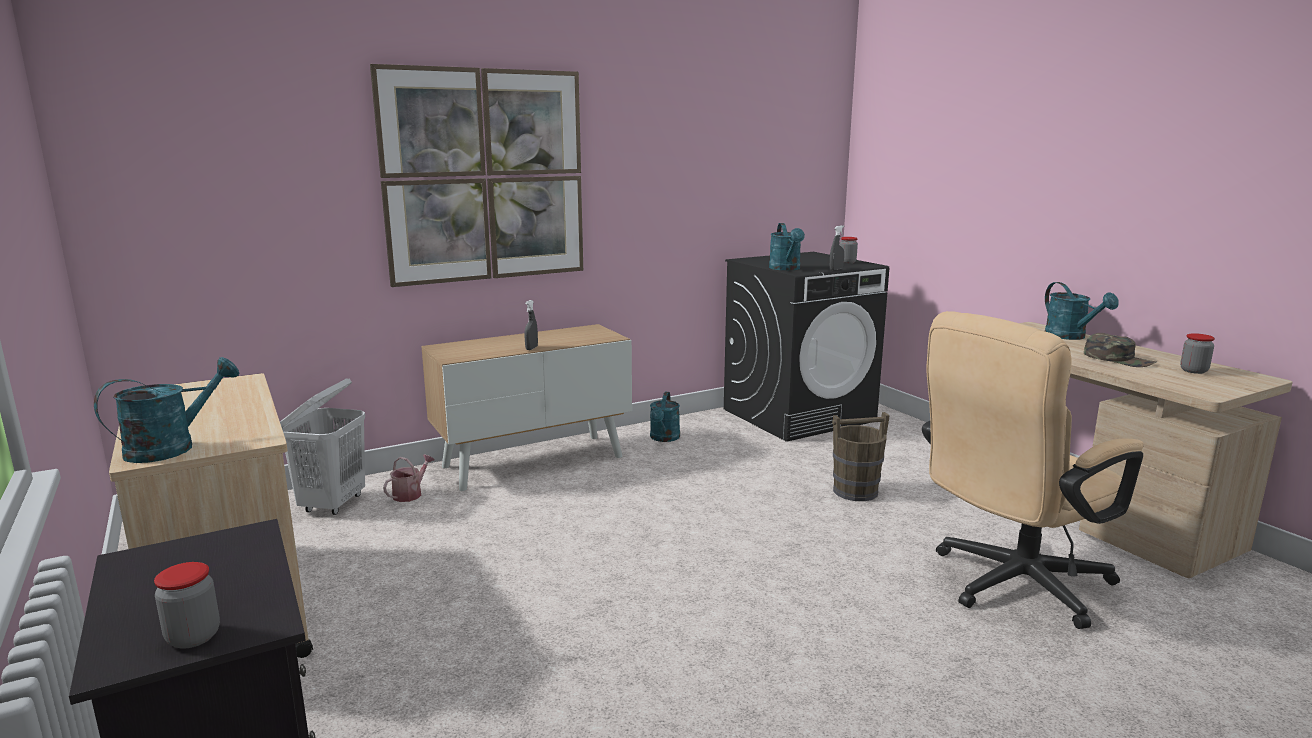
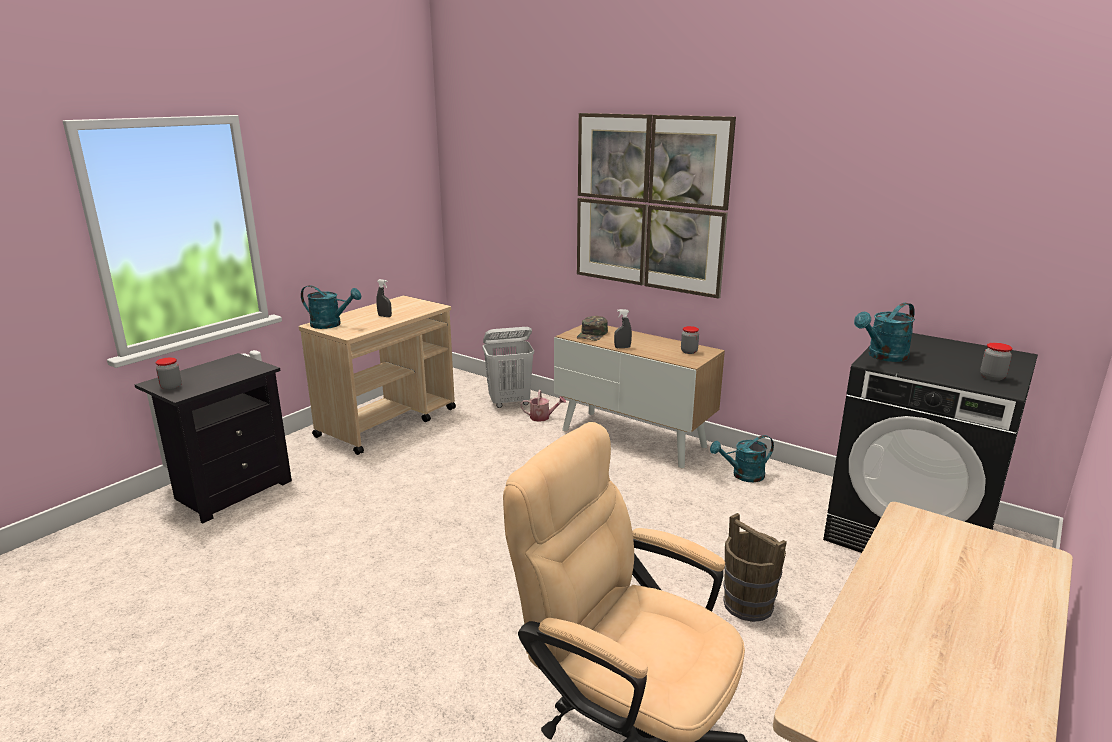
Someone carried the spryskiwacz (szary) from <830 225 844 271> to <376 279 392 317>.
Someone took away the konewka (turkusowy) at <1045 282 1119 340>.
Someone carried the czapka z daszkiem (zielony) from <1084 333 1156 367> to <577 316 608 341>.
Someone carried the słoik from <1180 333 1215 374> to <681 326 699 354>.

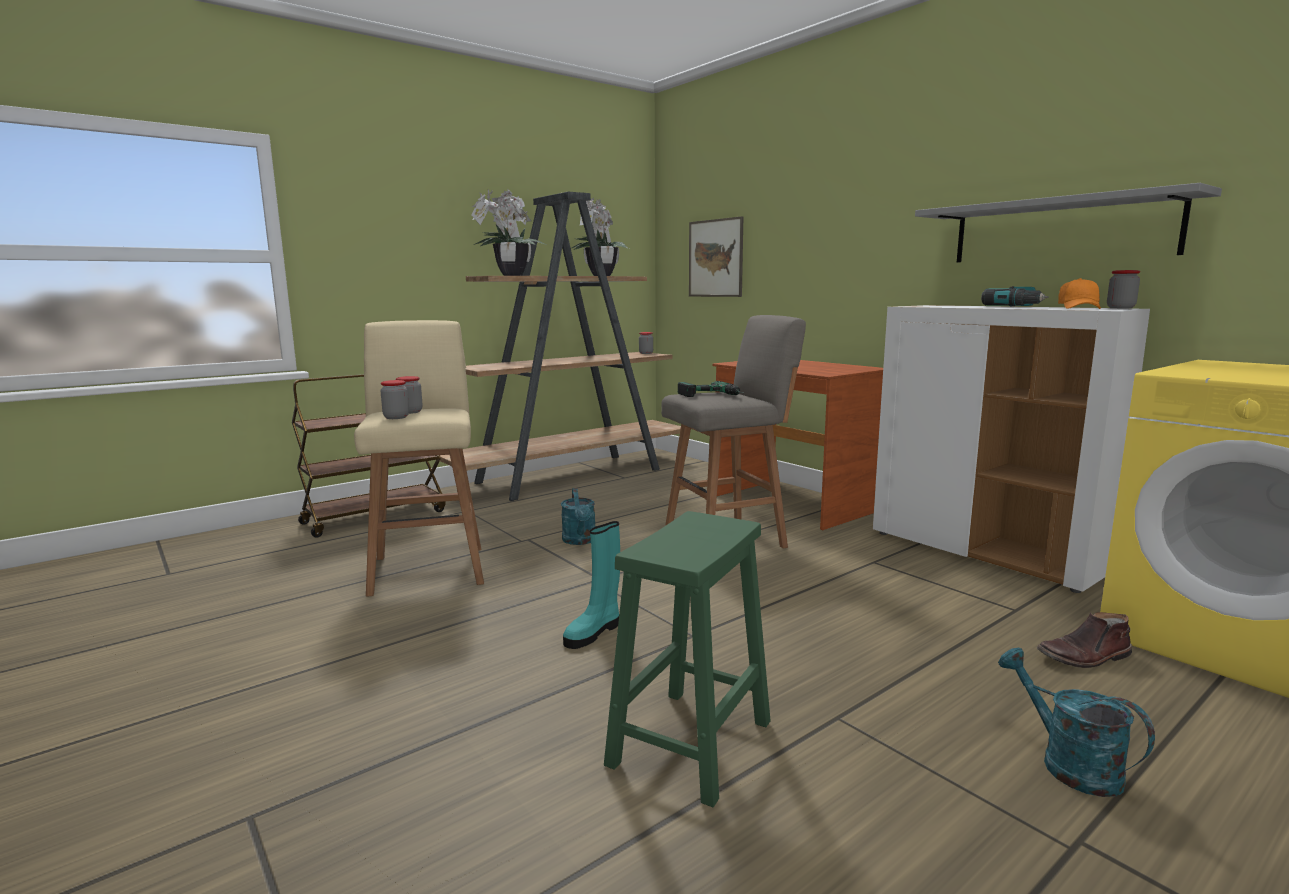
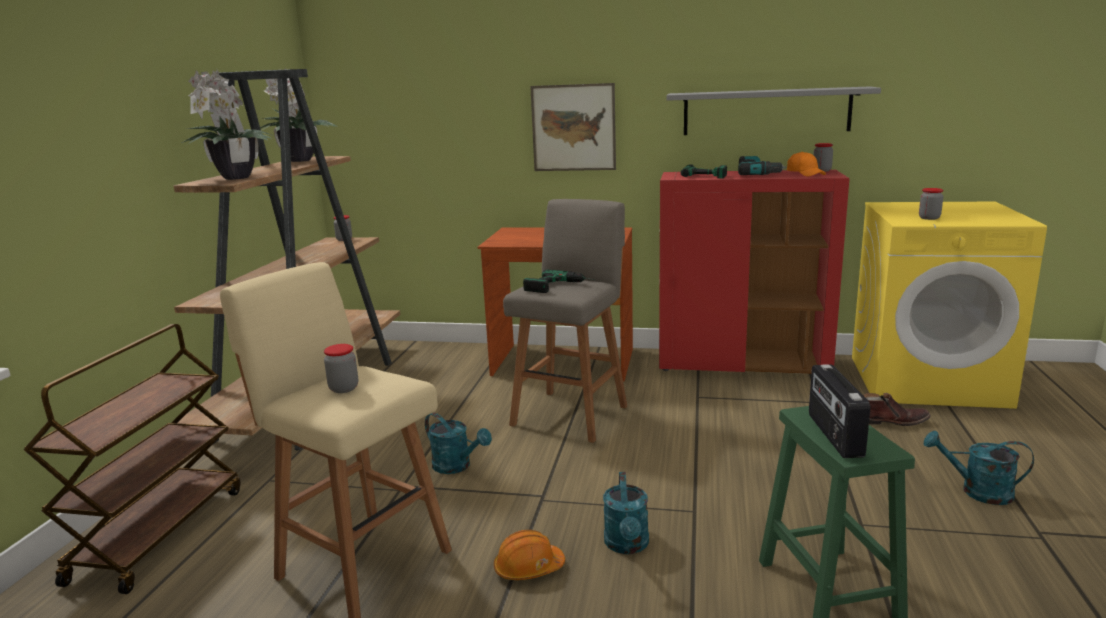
Someone carried the obraz from <689 216 743 297> to <530 83 616 171>.
Someone repainted the szafka (biały) at <873 305 1150 593>, which became the szafka (czerwony) at <659 170 850 374>.
Someone carried the słoik from <381 380 409 419> to <919 188 943 220>.
Someone swapped the but z cholewką (turkusowy) at <563 521 620 649> for the konewka (turkusowy) at <603 472 649 554>.
Someone rotated the but z cholewką (brązowy) at <1037 612 1132 668> by 120 degrees counterclockwise.
Someone put down the wiertarka at <681 164 727 179>.
Someone put down the radio at <809 364 870 458>.
Someone put down the kask (pomarańczowy) at <494 530 565 580>.

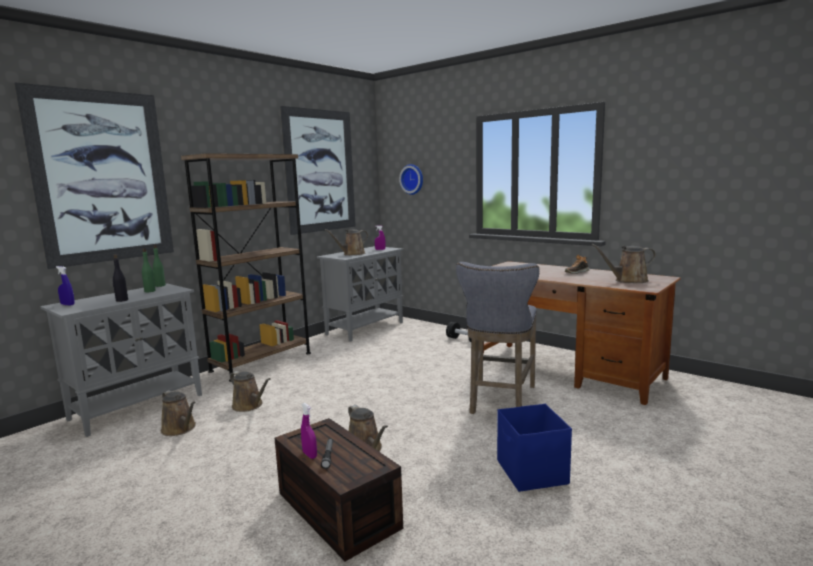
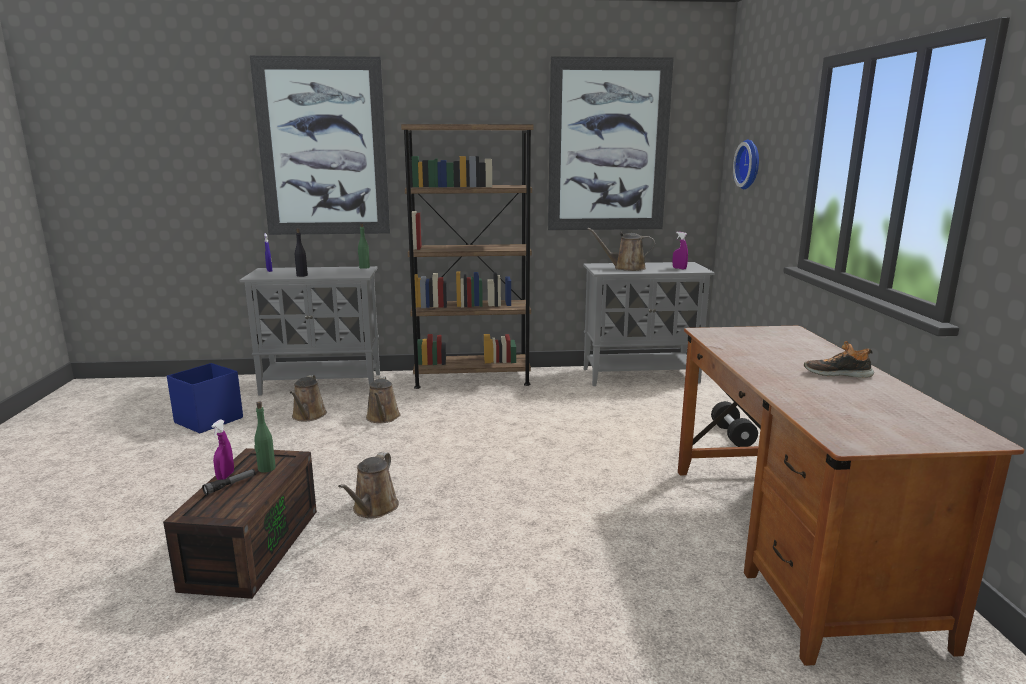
Someone took away the konewka (brązowy) at <591 244 656 283>.
Someone carried the butelka (zielony) from <142 248 156 292> to <254 402 276 473>.
Someone took away the stołek (szary) at <456 262 539 414>.
Someone carried the pojemnik do przechowywania (niebieski) from <497 404 572 492> to <167 363 243 433>.

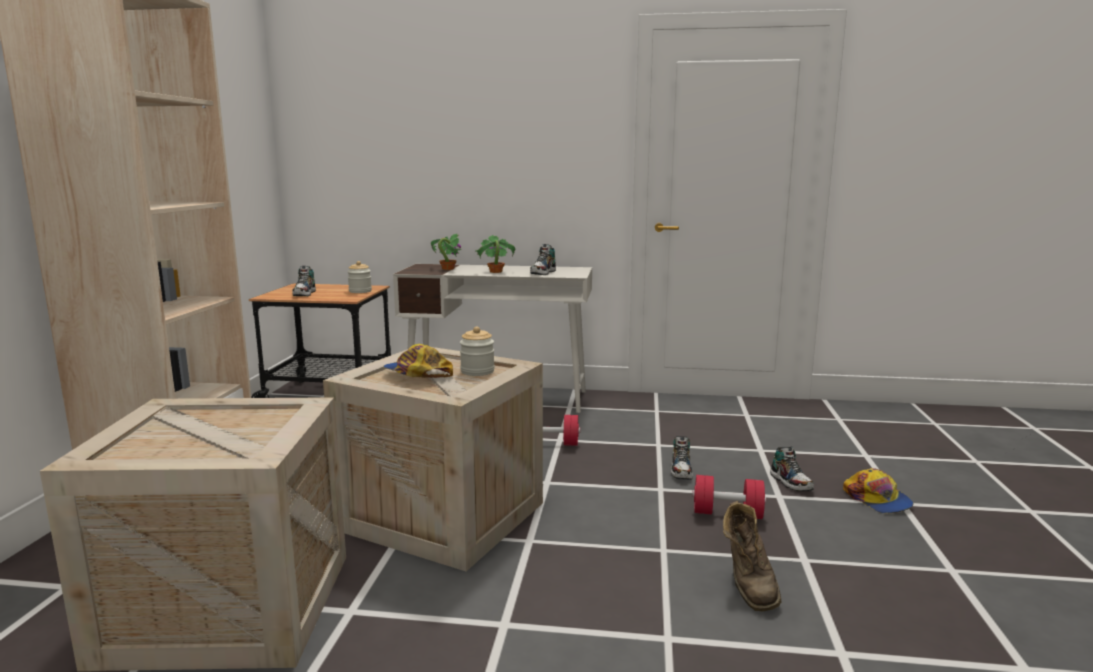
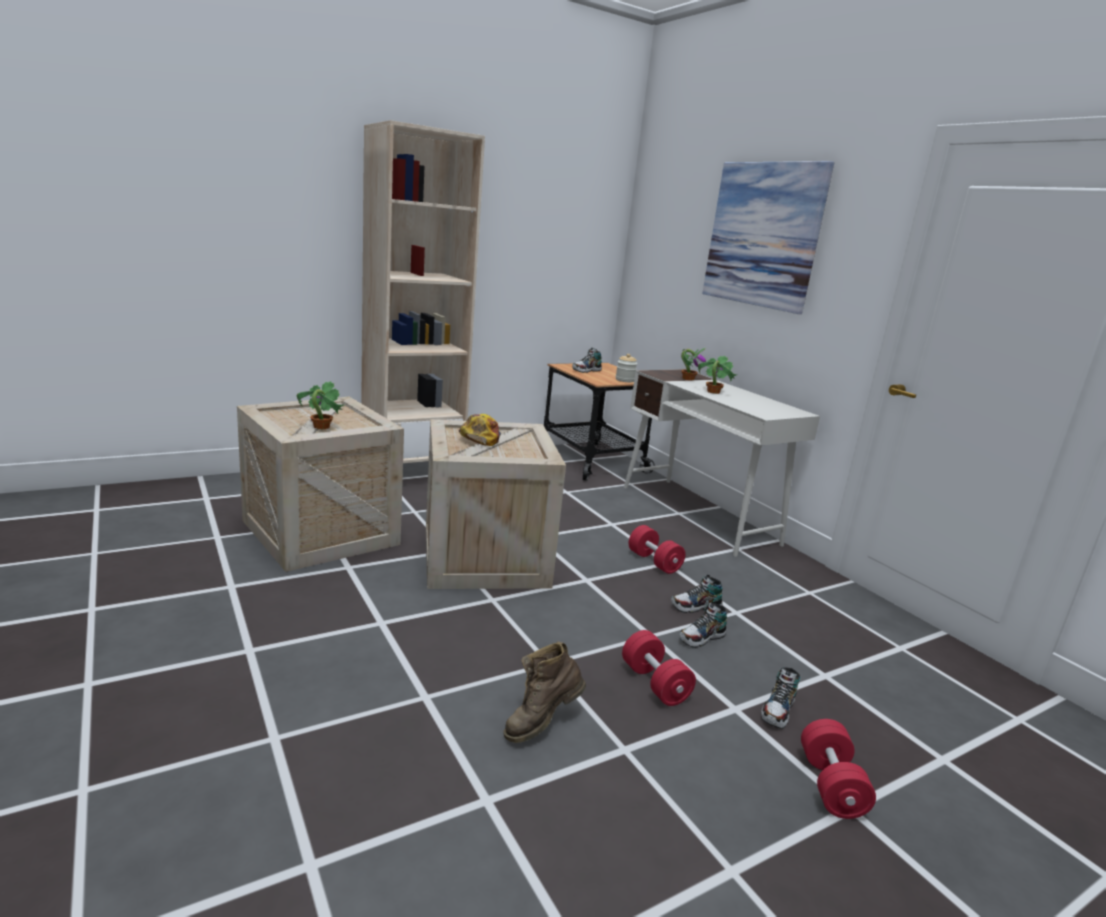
Someone carried the but from <530 244 556 275> to <671 575 723 613>.
Someone took away the słoik at <460 327 495 376>.
Someone swapped the czapka z daszkiem at <843 468 914 513> for the hantel (czerwony) at <801 719 876 819>.
Someone put up the obraz at <702 161 834 314>.
Someone put down the roślina doniczkowa at <297 381 344 429>.

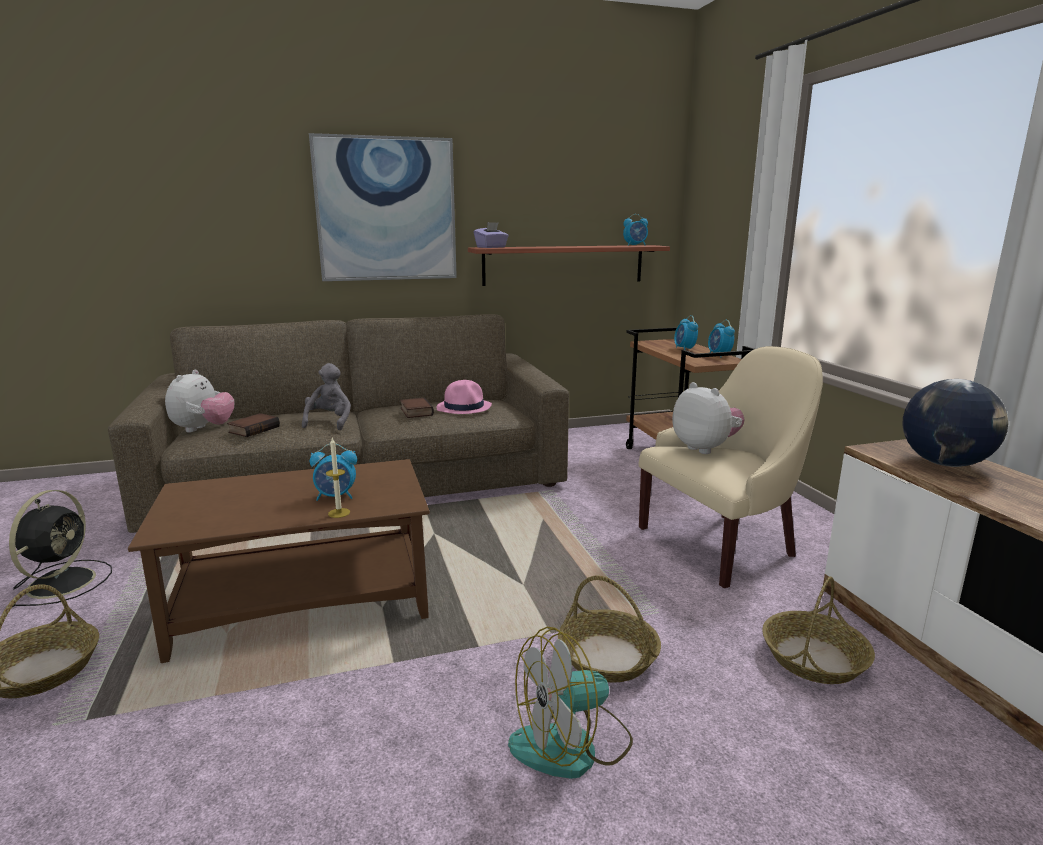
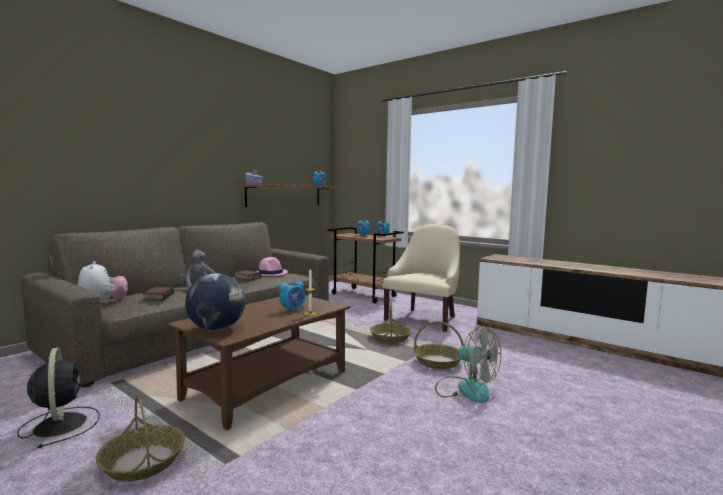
Someone took away the obraz at <309 133 457 281>.
Someone carried the globus from <902 379 1008 467> to <185 273 246 331>.
Someone took away the pluszak at <672 382 745 454>.
Someone carried the koszyk from <762 577 875 684> to <370 302 412 343>.
Someone rotated the wentylator at <508 627 633 779> by 75 degrees counterclockwise.

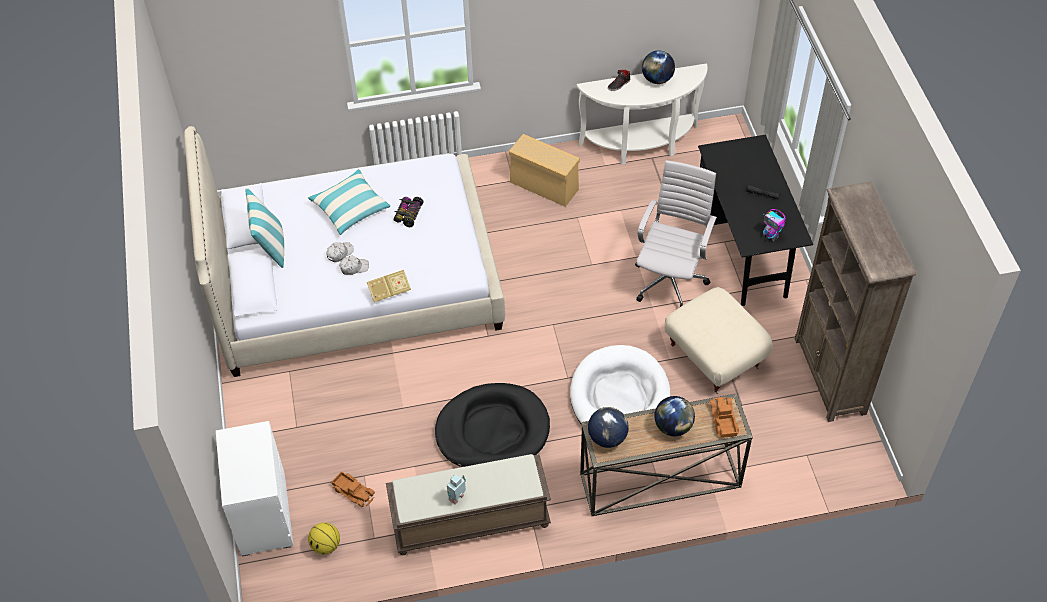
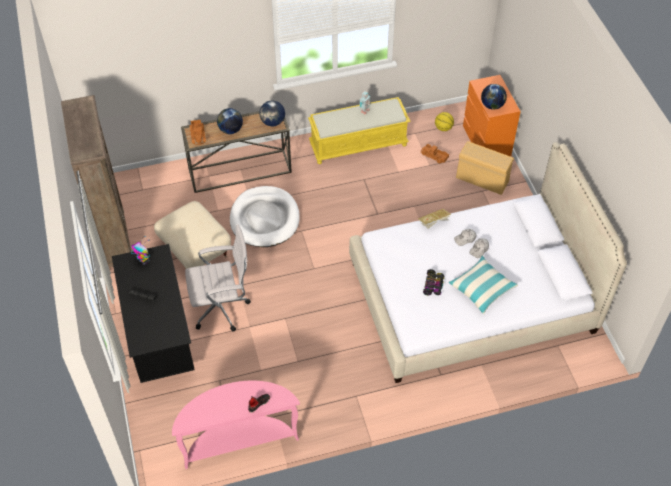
Someone carried the globus from <642 51 675 84> to <481 84 507 110>.
Someone repainted the stolik konsolowy (biały) at <577 63 708 164>, which became the stolik konsolowy (różowy) at <172 381 300 469>.
Someone carried the pojemnik do przechowywania (beżowy) from <509 134 580 207> to <456 141 514 195>.
Someone rotated the krzesło biurowe (biały) at <635 160 717 308> by 120 degrees counterclockwise.
Someone took away the poduszka at <246 188 284 268>.
Someone took away the legowisko (czarny) at <435 383 550 467>.
Someone repainted the komoda (biały) at <216 421 293 557>, which became the komoda (pomarańczowy) at <463 75 521 157>.
Someone repainted the ławka (brązowy) at <386 454 551 555>, which became the ławka (żółty) at <308 97 411 164>.

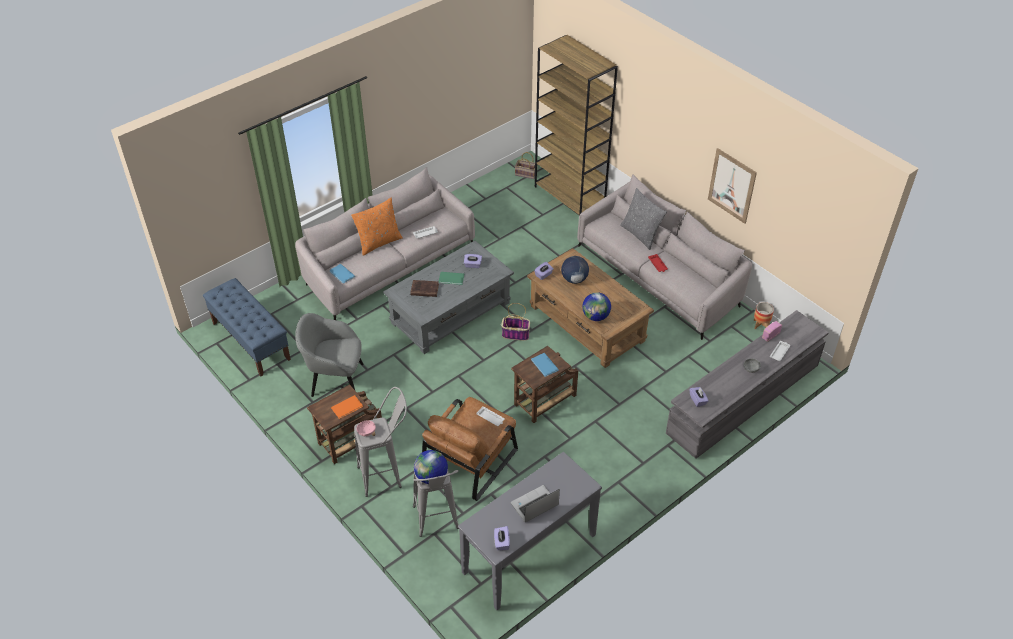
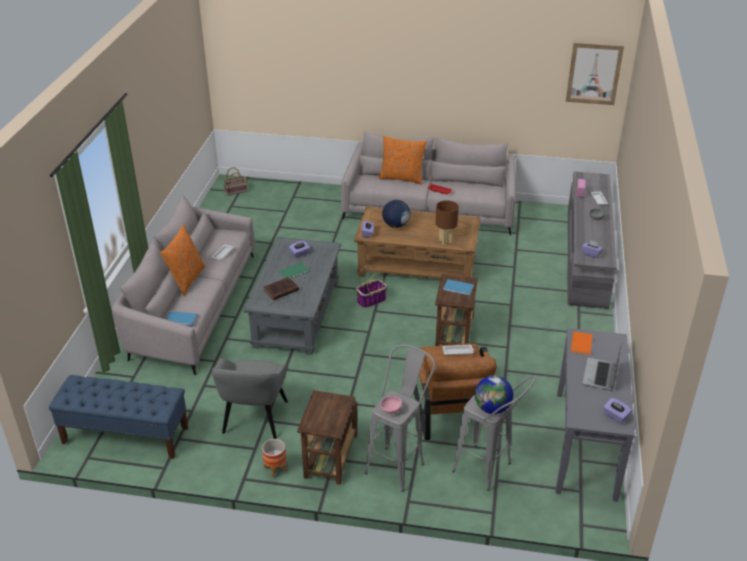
Someone took away the regał (brązowy) at <535 35 618 215>.
Someone carried the obraz from <708 148 757 224> to <566 43 624 105>.
Someone repainted the poduszka (szary) at <620 188 667 250>, which became the poduszka (pomarańczowy) at <379 136 427 185>.
Someone swapped the globus at <582 292 611 321> for the lampa stołowa (brązowy) at <435 200 459 245>.
Someone carried the donica from <754 302 774 330> to <262 439 287 478>.
Someone rotated the fotel (szary) at <295 313 364 397> by 45 degrees counterclockwise.
Someone carried the książka (pomarańczowy) from <331 395 363 419> to <571 331 592 355>.

